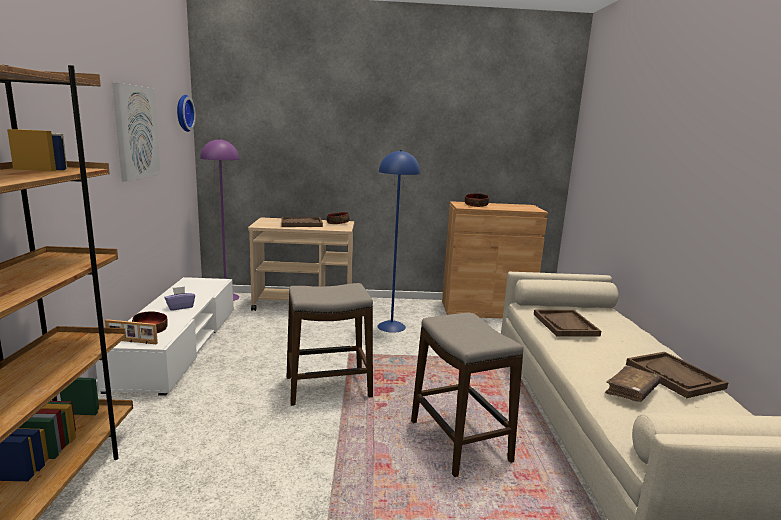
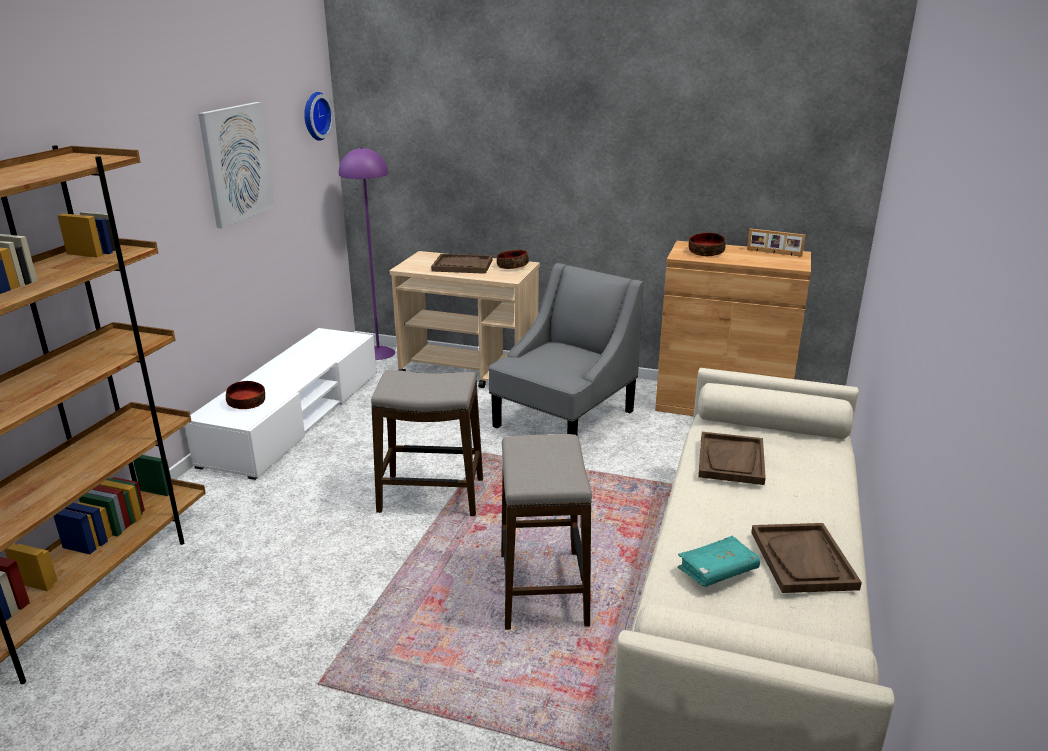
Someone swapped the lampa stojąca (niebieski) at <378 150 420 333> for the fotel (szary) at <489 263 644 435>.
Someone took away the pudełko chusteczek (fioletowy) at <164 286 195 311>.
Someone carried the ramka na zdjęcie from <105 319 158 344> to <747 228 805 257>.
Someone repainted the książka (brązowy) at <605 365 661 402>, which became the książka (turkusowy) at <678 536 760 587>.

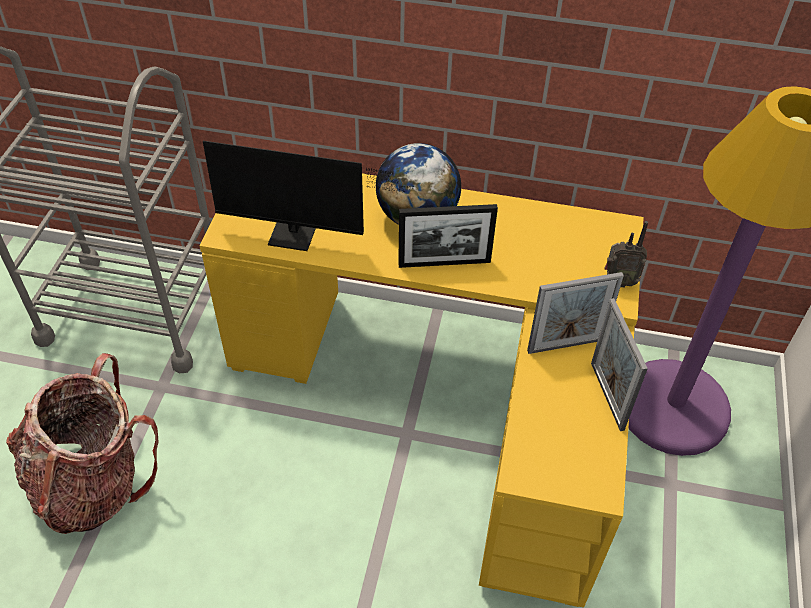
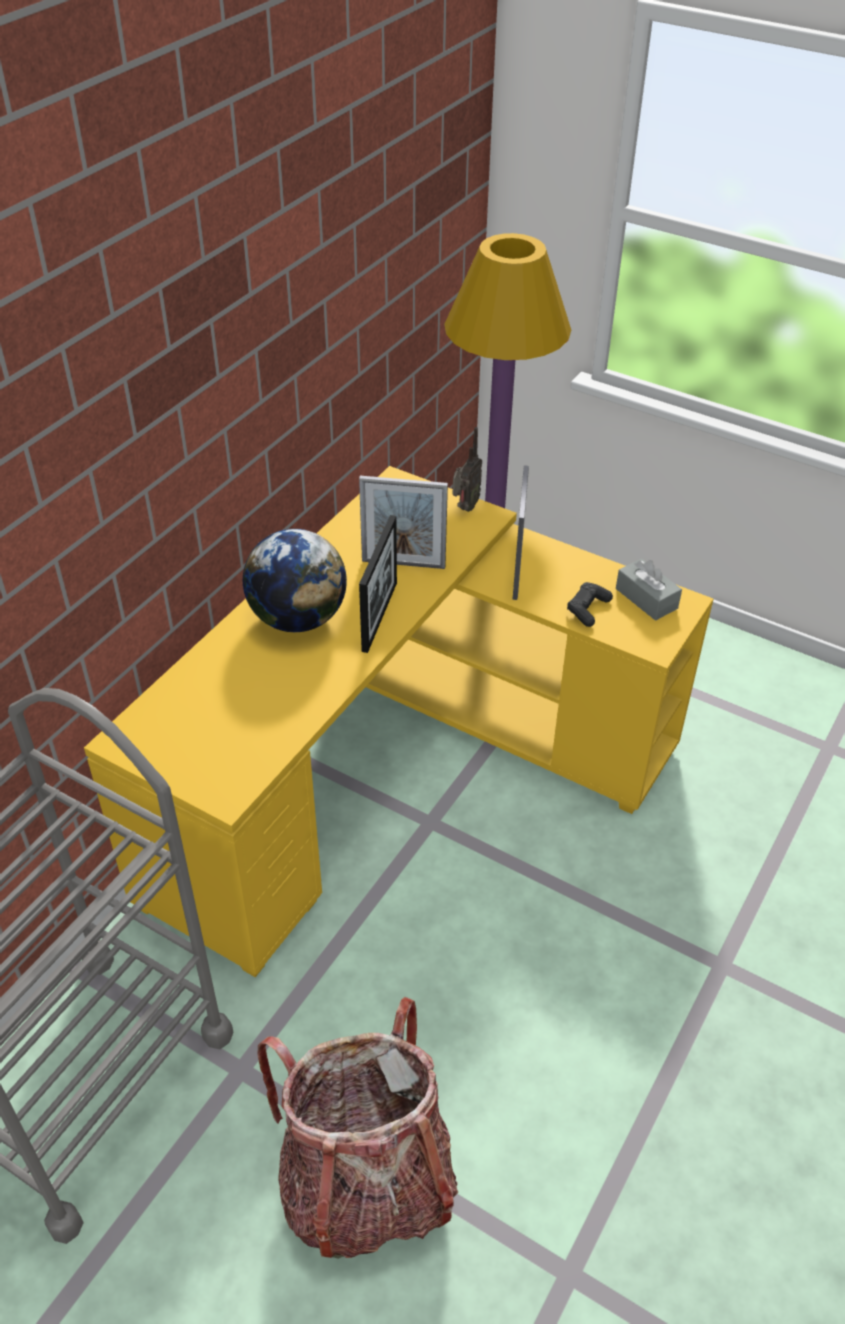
Someone took away the monitor at <203 141 413 251>.
Someone carried the ramka na zdjęcie from <591 298 648 431> to <359 476 448 569>.
Someone put down the pudełko chusteczek (szary) at <616 558 682 621>.
Someone put down the pad do gier (czarny) at <567 582 613 627>.

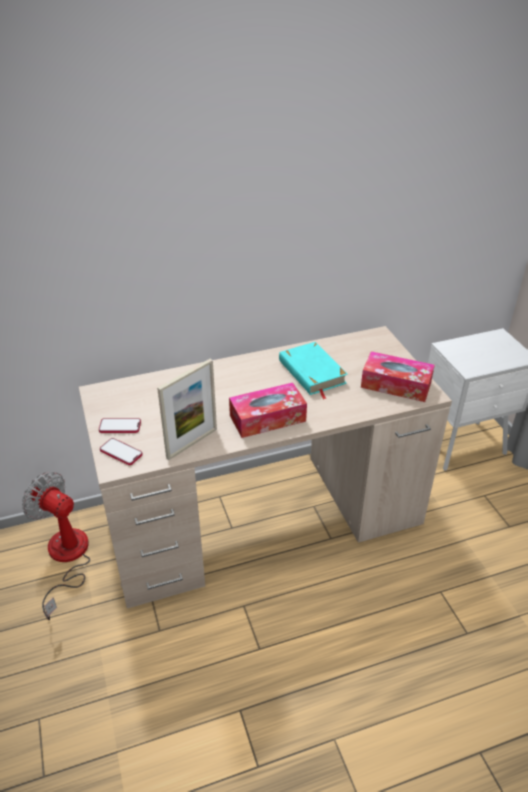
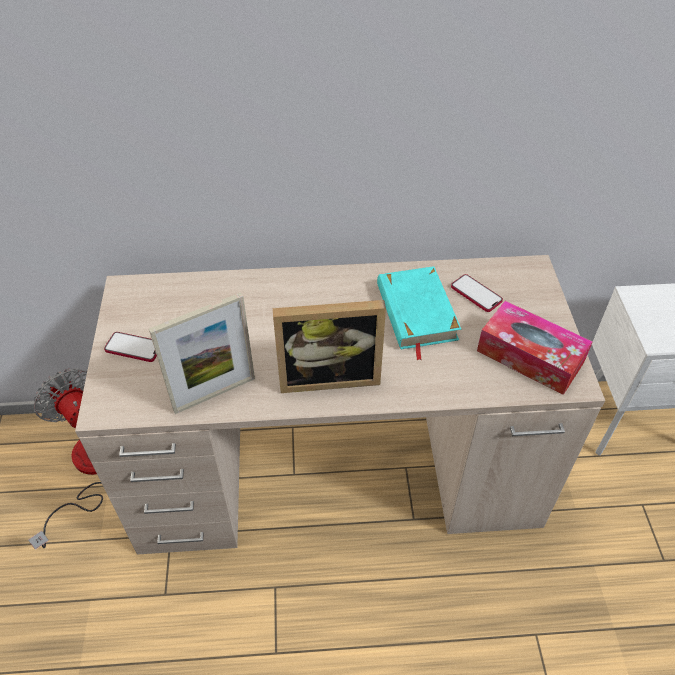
Someone swapped the pudełko chusteczek at <229 382 307 438> for the ramka na zdjęcie at <273 300 386 393>.
Someone carried the telefon from <100 438 143 465> to <451 274 503 312>.

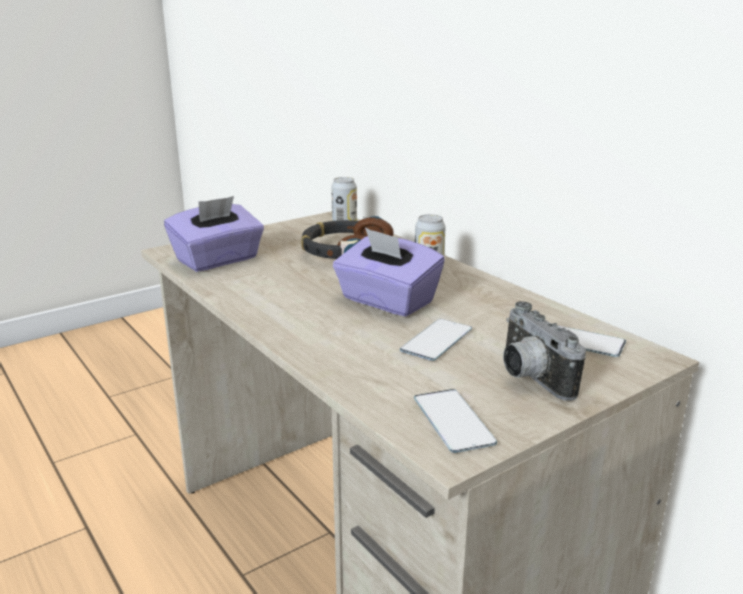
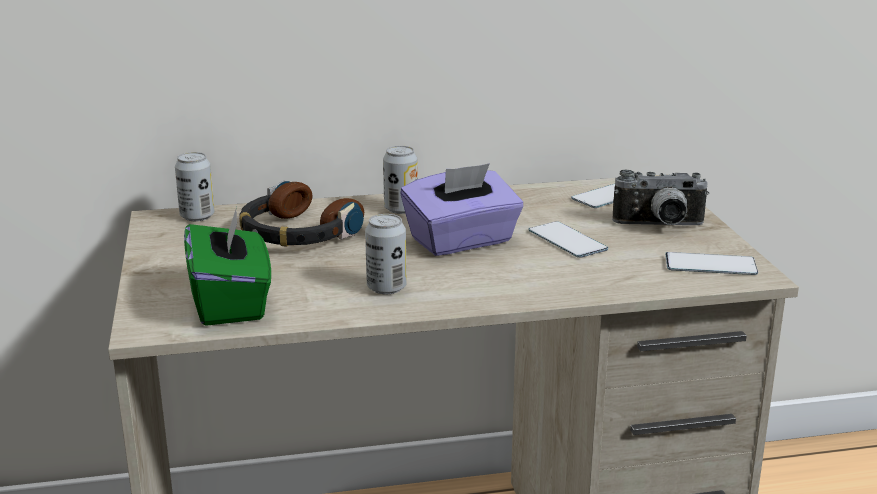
Someone repainted the pudełko chusteczek (fioletowy) at <164 196 264 272>, which became the pudełko chusteczek (zielony) at <184 207 271 326>.
Someone put down the puszka at <365 214 407 294>.

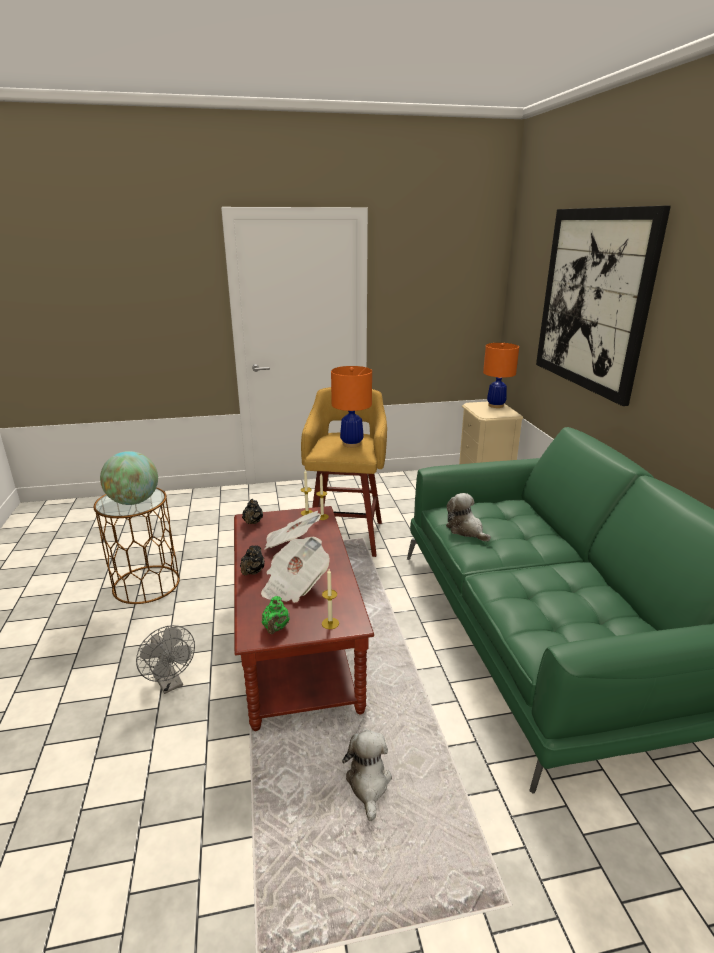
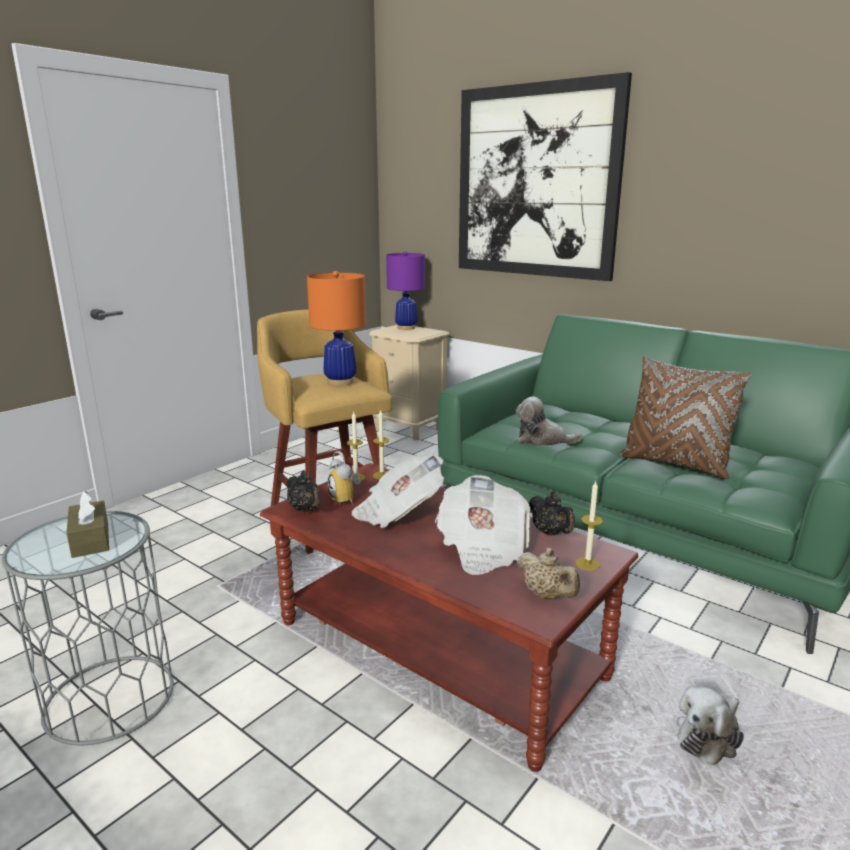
Someone repainted the lampa stołowa (pomarańczowy) at <483 343 519 408>, which became the lampa stołowa (fioletowy) at <386 251 425 330>.
Someone swapped the globus at <100 451 158 505> for the pudełko chusteczek (brązowy) at <66 491 109 558>.
Someone repainted the stolik (brązowy) at <93 488 180 604>, which became the stolik (szary) at <1 511 174 745>.
Someone carried the imbryk (czarny) from <240 545 264 575> to <529 492 575 536>.
Someone repainted the imbryk (zielony) at <262 596 290 634>, which became the imbryk (beżowy) at <517 548 580 600>.
Someone took away the wentylator (szary) at <136 625 195 694>.
Someone rotated the pluszak at <342 730 392 821> by 90 degrees counterclockwise.
Someone put down the poduszka (brązowy) at <619 356 752 479>.
Someone put down the budzik at <327 451 361 506>.

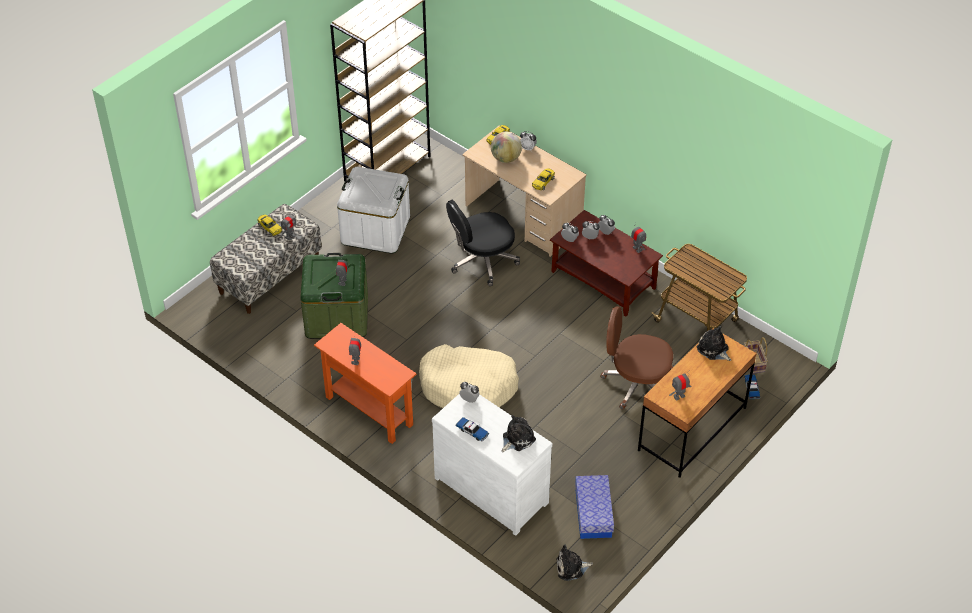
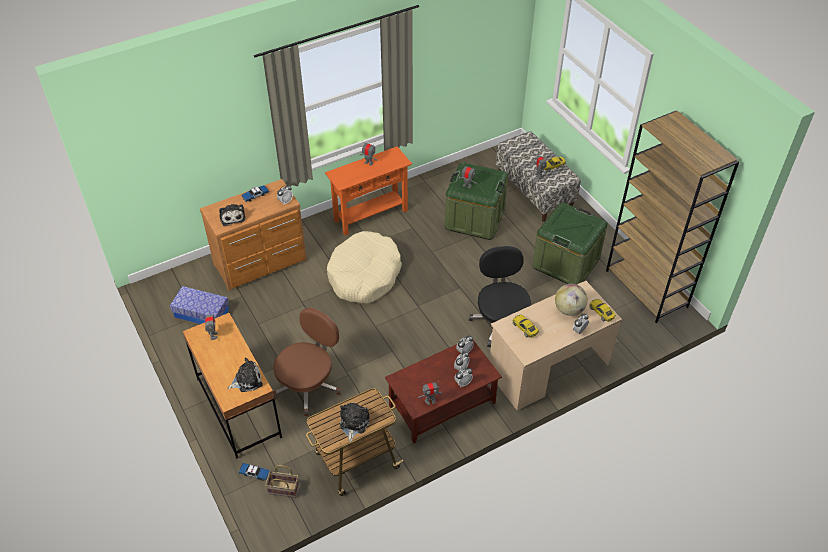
Someone repainted the pojemnik do przechowywania (biały) at <337 167 410 254>, which became the pojemnik do przechowywania (zielony) at <532 203 608 284>.
Someone repainted the komoda (biały) at <432 394 552 536>, which became the komoda (brązowy) at <200 179 307 291>.
Someone carried the pluszak from <556 544 593 581> to <340 403 370 442>.

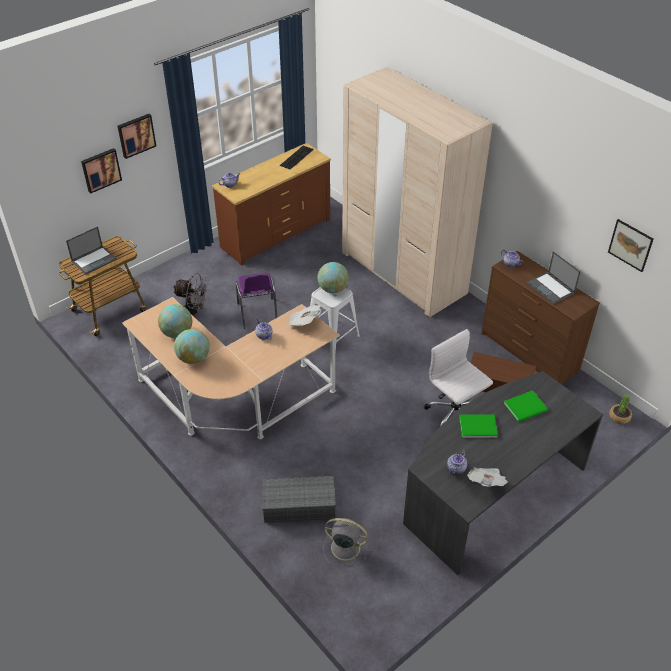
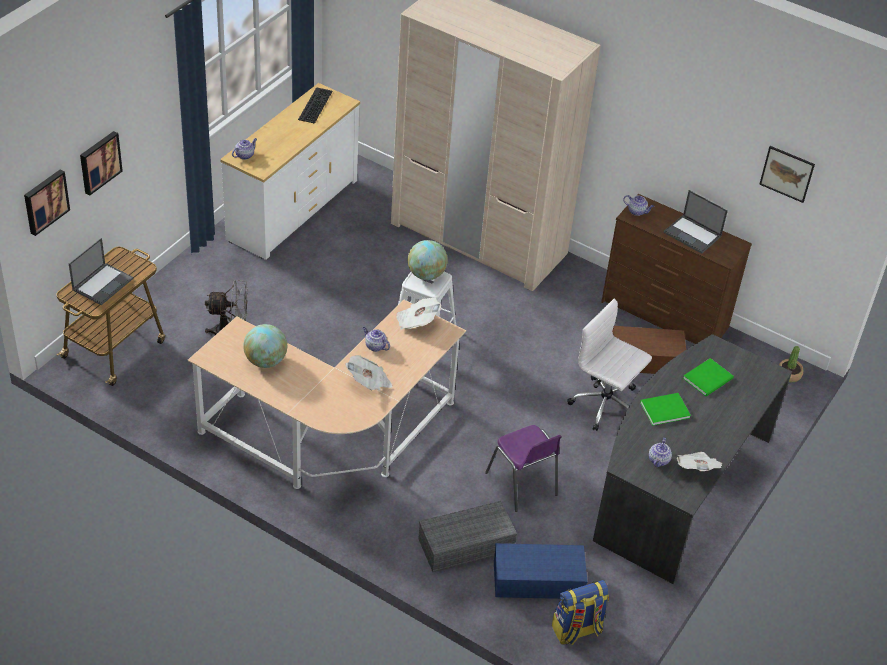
Someone carried the obraz from <118 114 156 159> to <24 170 70 236>.
Someone repainted the komoda (brązowy) at <212 143 331 265>, which became the komoda (biały) at <220 83 360 260>.
Someone carried the krzesło (fioletowy) from <236 273 277 329> to <485 425 562 512>.
Someone took away the globus at <174 329 210 364>.
Someone swapped the wentylator (szary) at <323 518 368 566> for the pojemnik do przechowywania (niebieski) at <494 543 588 599>.
Someone put down the gazeta at <345 355 393 390>.
Someone put down the plecak at <552 580 609 645>.

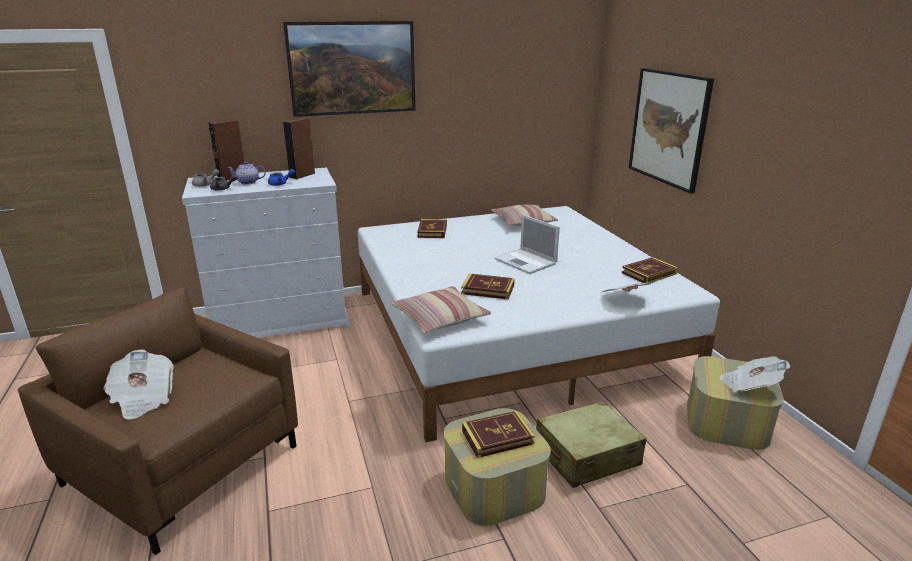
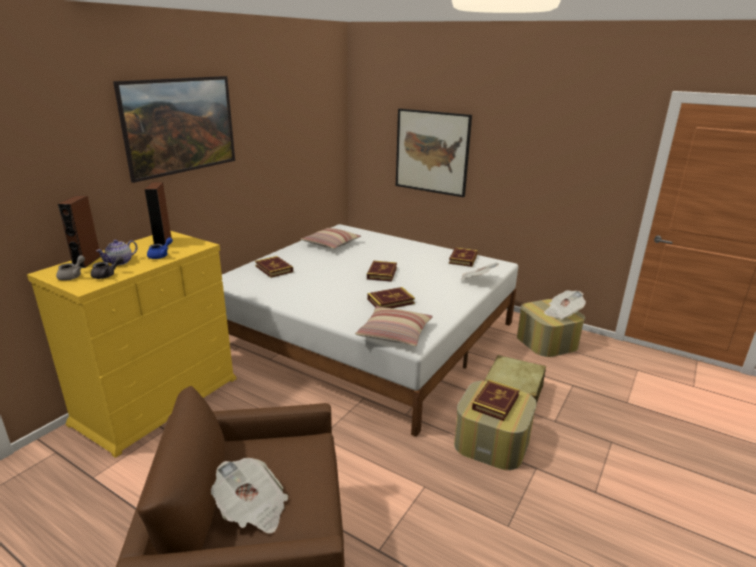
Someone repainted the komoda (biały) at <182 167 350 338>, which became the komoda (żółty) at <27 231 236 458>.
Someone swapped the laptop at <495 215 560 274> for the książka at <367 261 397 282>.

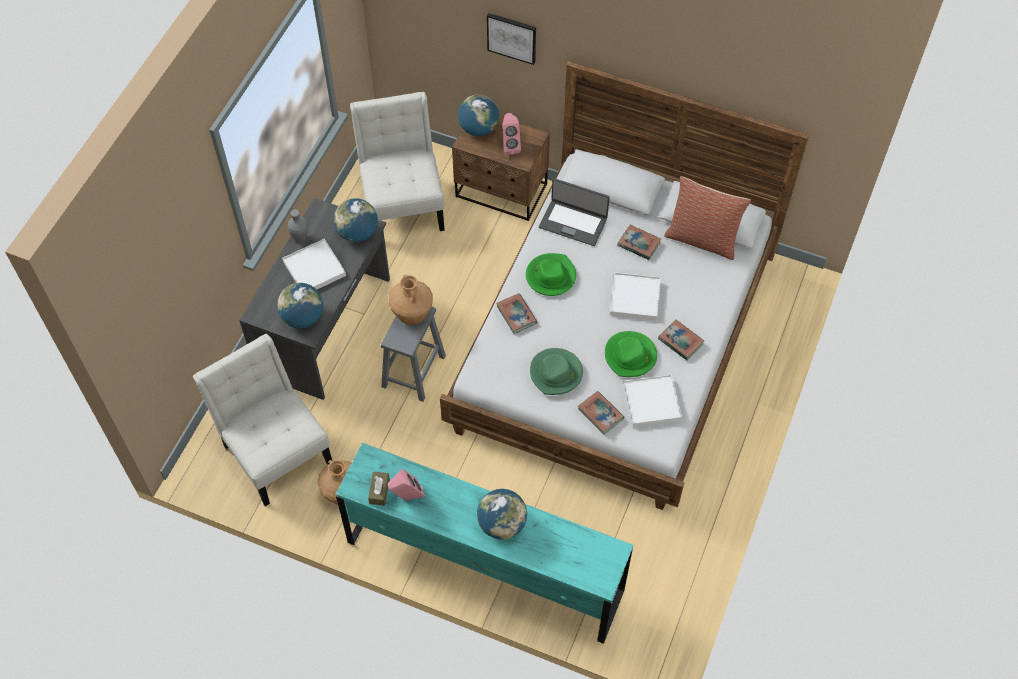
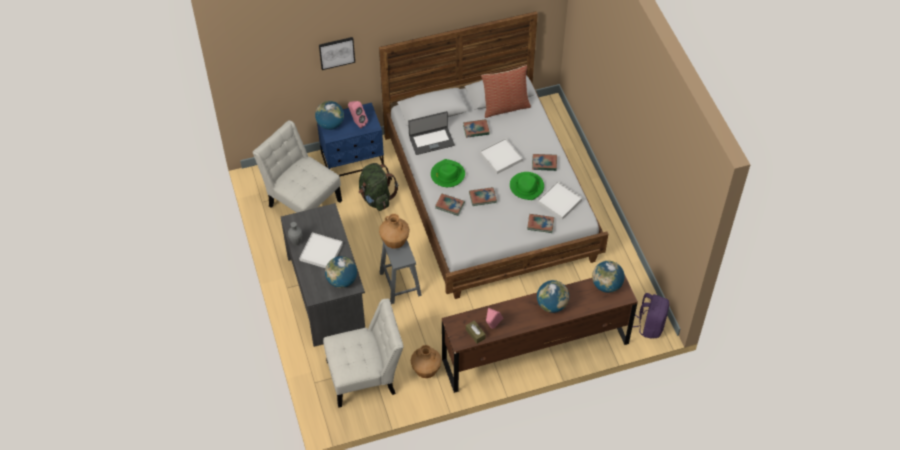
Someone repainted the szafka nocna (brązowy) at <452 116 550 221>, which became the szafka nocna (niebieski) at <317 103 384 177>.
Someone carried the globus from <334 198 378 243> to <592 261 625 293>.
Someone rotated the krzesło (biały) at <193 334 332 506> by 150 degrees clockwise.
Someone took away the kapelusz (zielony) at <530 348 583 395>.
Someone repainted the komoda (turkusowy) at <335 443 633 644>, which became the komoda (brązowy) at <442 274 638 393>.
Someone put down the plecak (zielony) at <359 163 398 211>.
Someone put down the książka at <469 187 497 206>.
Someone put down the plecak (fioletowy) at <633 293 669 339>.

